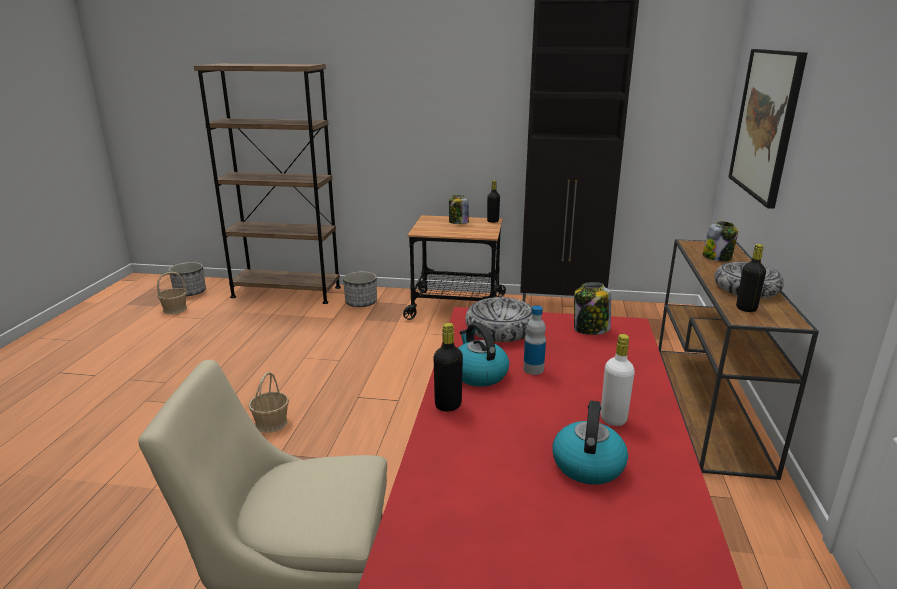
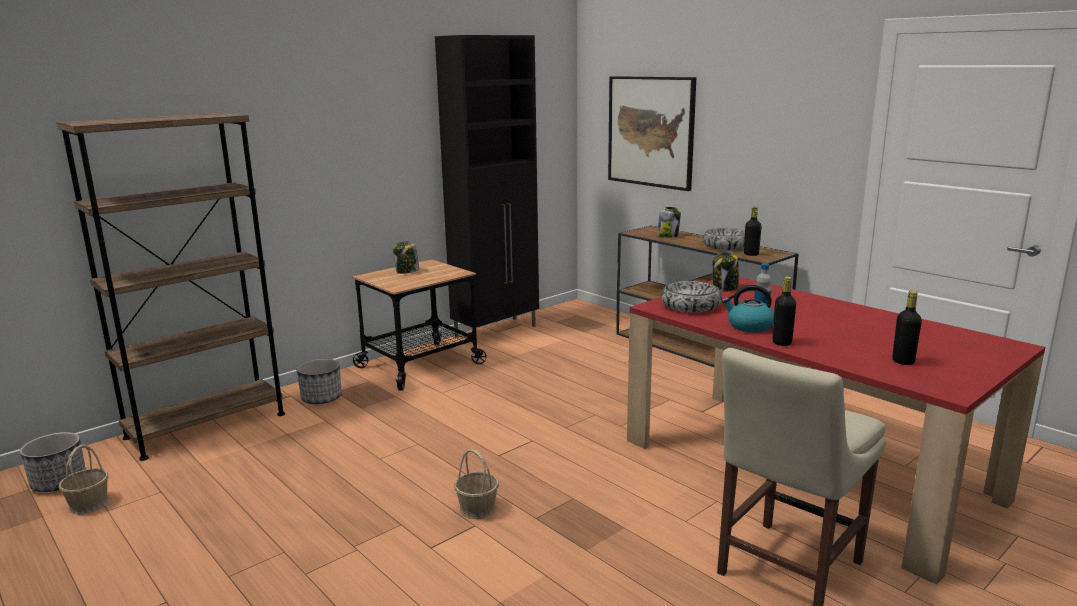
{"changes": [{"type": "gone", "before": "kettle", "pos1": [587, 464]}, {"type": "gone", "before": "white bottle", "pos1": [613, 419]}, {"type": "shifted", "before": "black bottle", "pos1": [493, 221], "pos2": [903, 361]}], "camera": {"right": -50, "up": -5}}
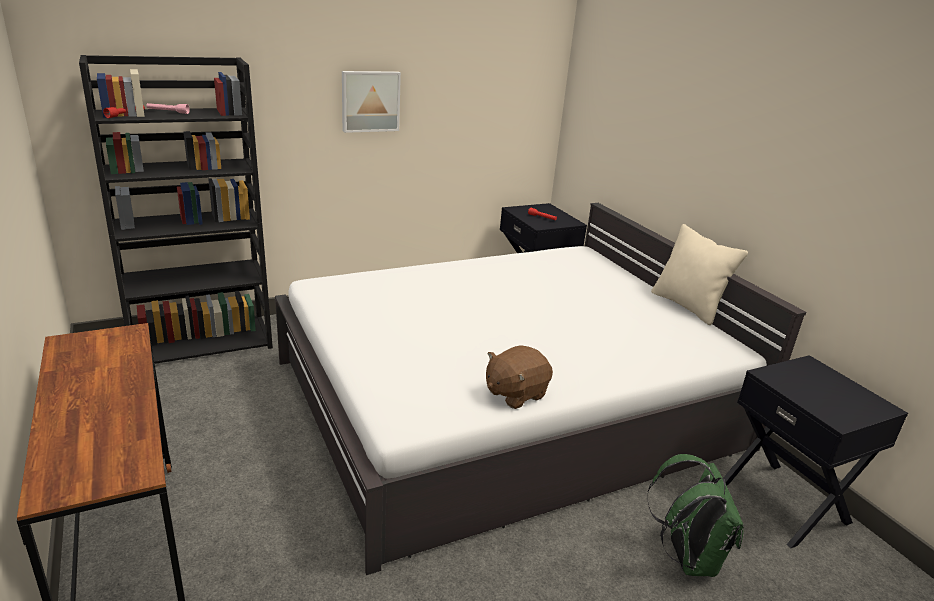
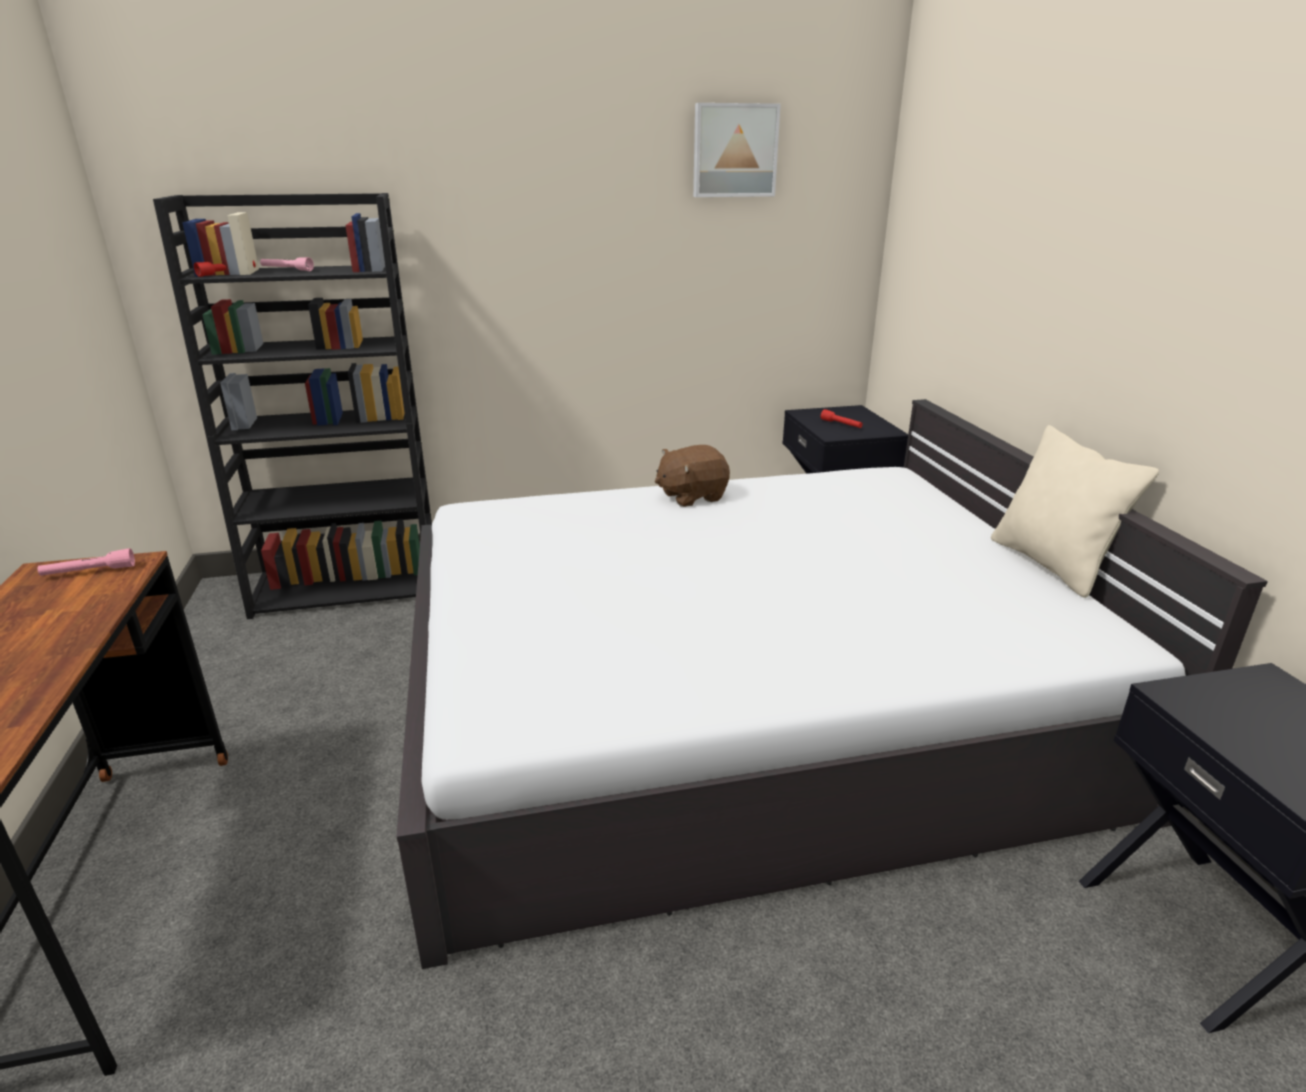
{"changes": [{"type": "gone", "before": "green backpack", "pos1": [686, 557]}, {"type": "new", "after": "pink flashlight", "pos2": [89, 572]}, {"type": "shifted", "before": "picture", "pos1": [370, 101], "pos2": [734, 151]}, {"type": "shifted", "before": "brown plush toy", "pos1": [515, 393], "pos2": [691, 496]}], "camera": {"right": 15, "up": 0}}
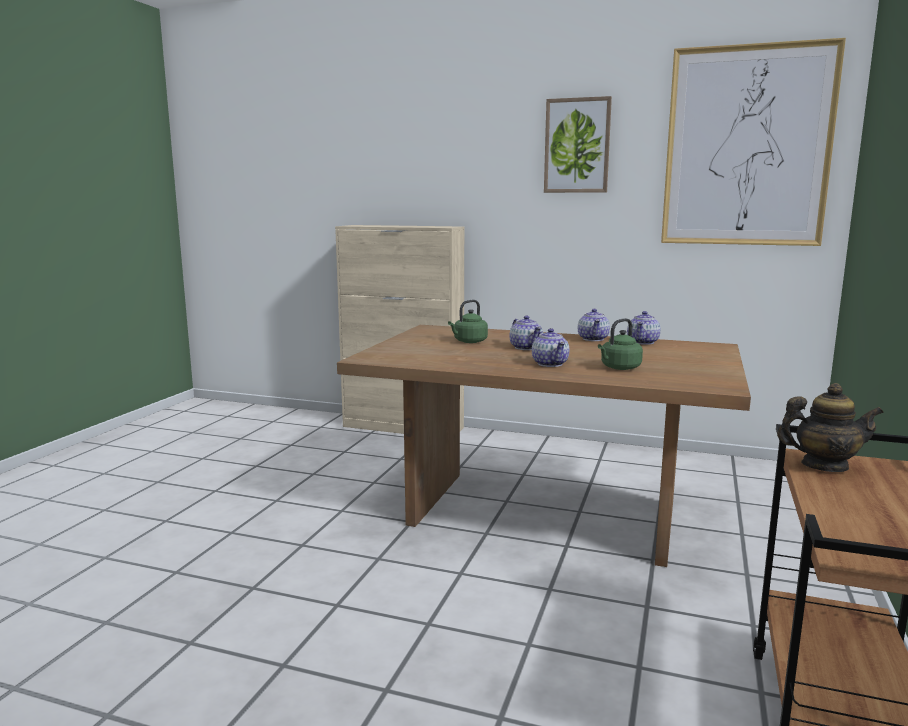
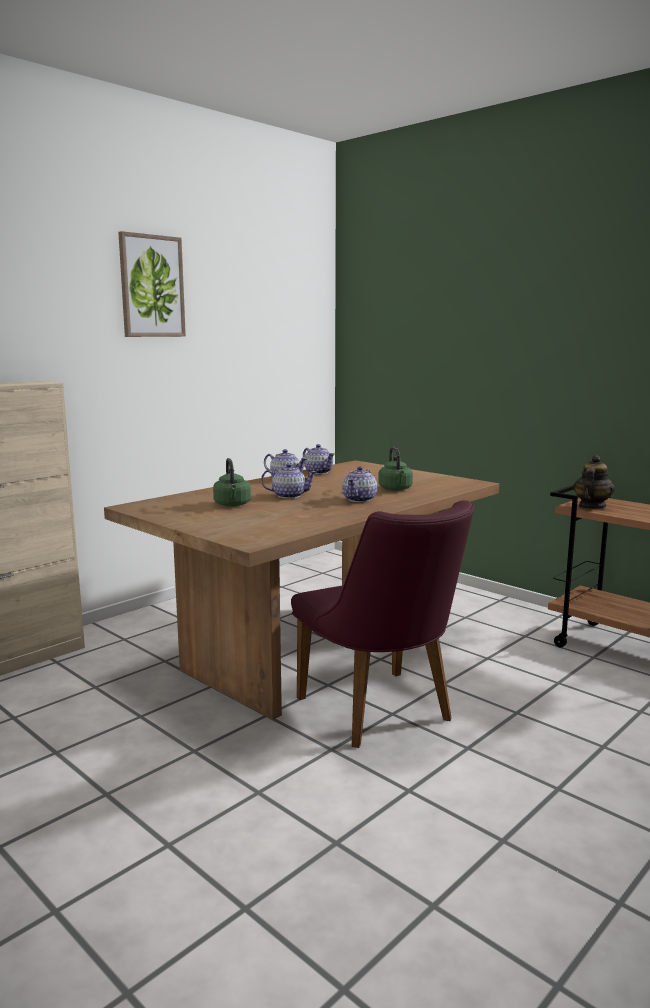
{"changes": [{"type": "gone", "before": "picture", "pos1": [747, 147]}, {"type": "new", "after": "purple chair", "pos2": [382, 714]}, {"type": "rotated", "before": "teapot", "pos1": [550, 364], "pos2": [360, 499], "turn": 105}], "camera": {"right": -65, "up": 0}}
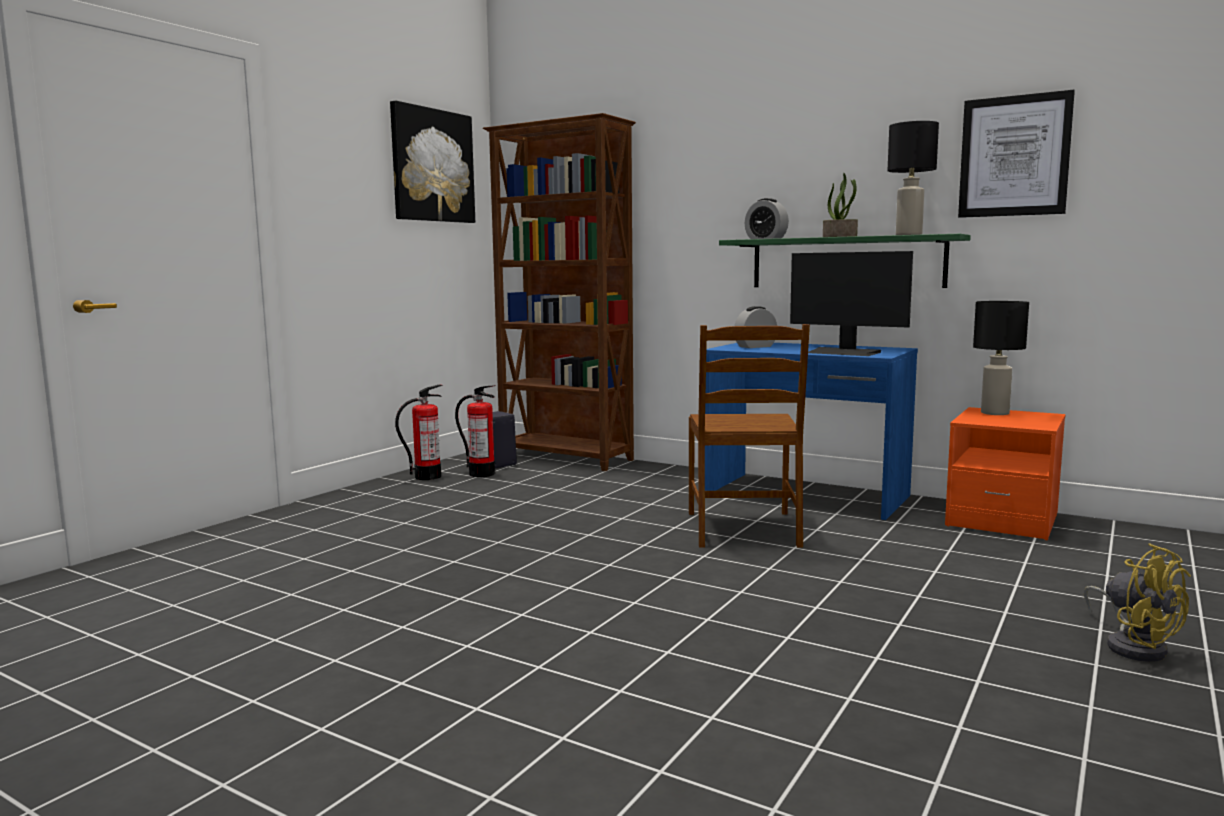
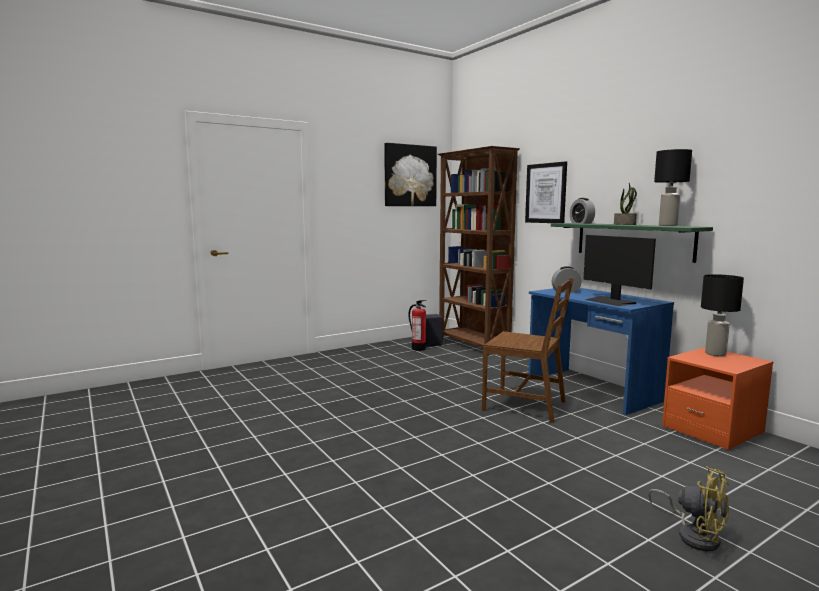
{"changes": [{"type": "gone", "before": "fire extinguisher", "pos1": [427, 477]}, {"type": "shifted", "before": "picture", "pos1": [1014, 156], "pos2": [546, 193]}, {"type": "rotated", "before": "brown chair", "pos1": [744, 529], "pos2": [525, 405], "turn": -90}, {"type": "rotated", "before": "yellow fan", "pos1": [1133, 645], "pos2": [694, 535], "turn": -45}], "camera": {"right": 25, "up": 0}}
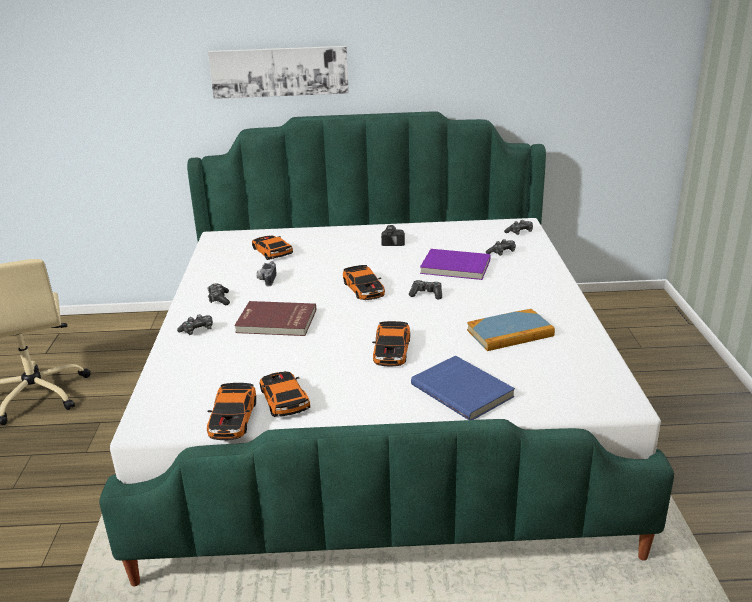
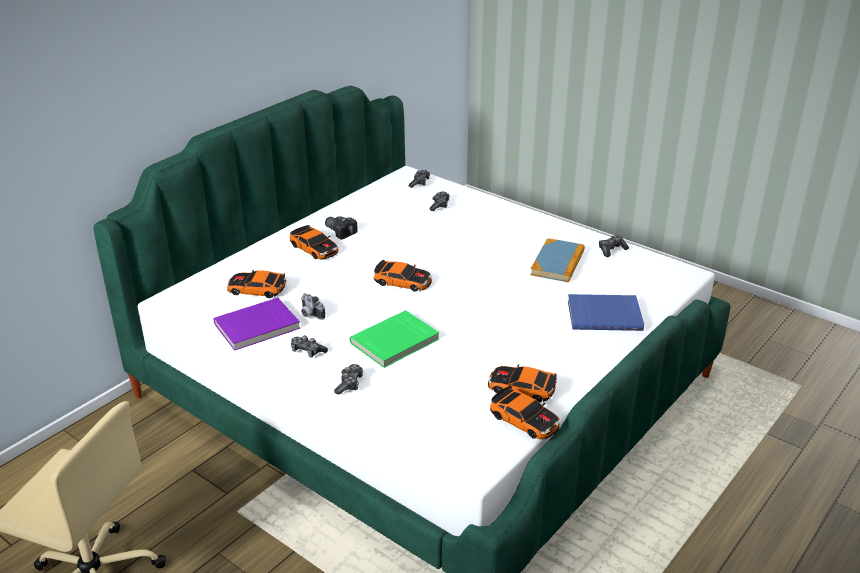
{"changes": [{"type": "gone", "before": "picture", "pos1": [279, 71]}, {"type": "shifted", "before": "toy car", "pos1": [392, 350], "pos2": [315, 248]}, {"type": "shifted", "before": "game controller", "pos1": [426, 294], "pos2": [611, 250]}, {"type": "shifted", "before": "purple book", "pos1": [455, 267], "pos2": [257, 327]}, {"type": "repainted", "before": "red book", "after": "green book", "pos1": [276, 322], "pos2": [395, 342]}], "camera": {"right": -50, "up": 5}}
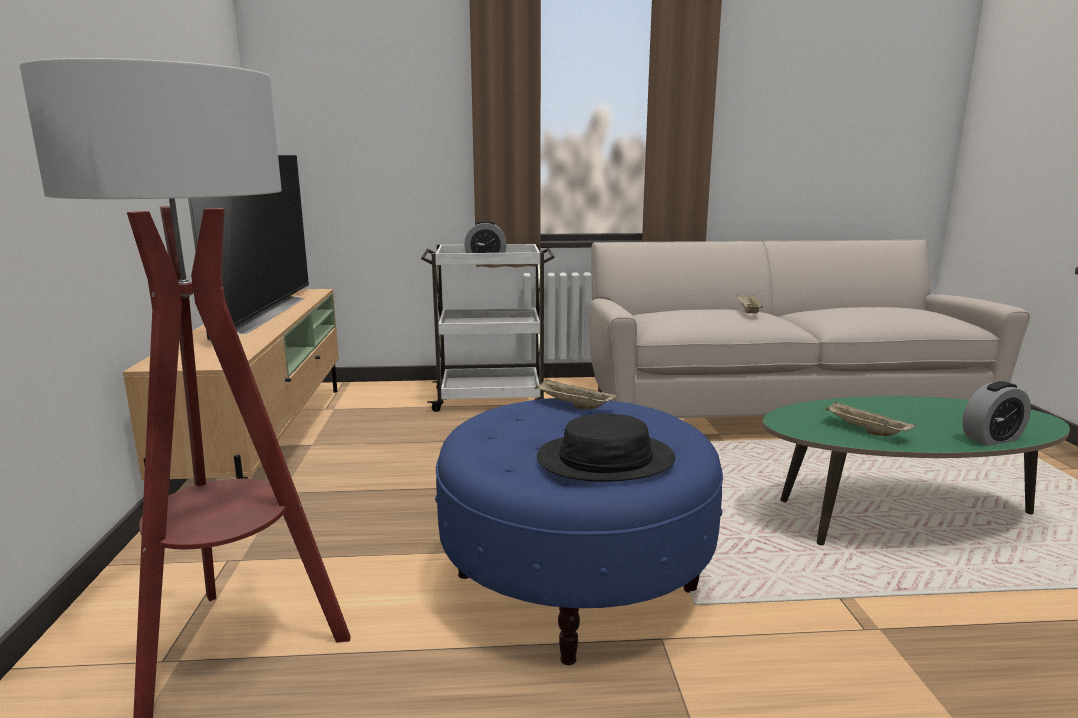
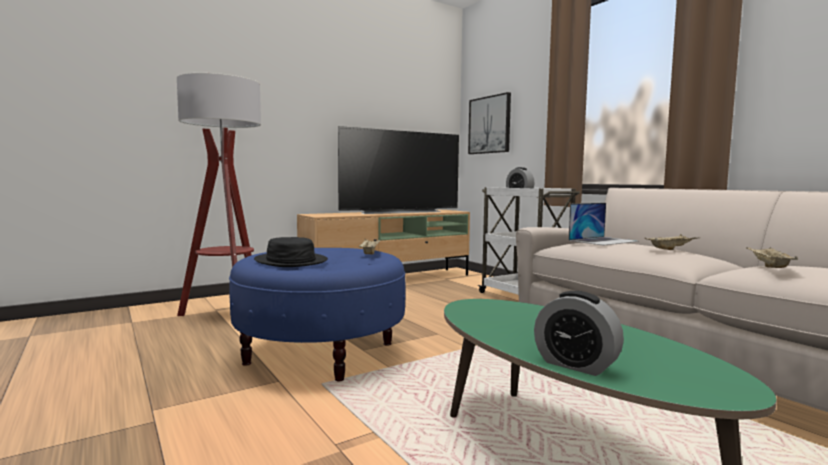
{"changes": [{"type": "new", "after": "picture", "pos2": [489, 125]}, {"type": "new", "after": "laptop", "pos2": [603, 241]}, {"type": "shifted", "before": "beige tray", "pos1": [864, 430], "pos2": [768, 266]}], "camera": {"right": 60, "up": -10}}
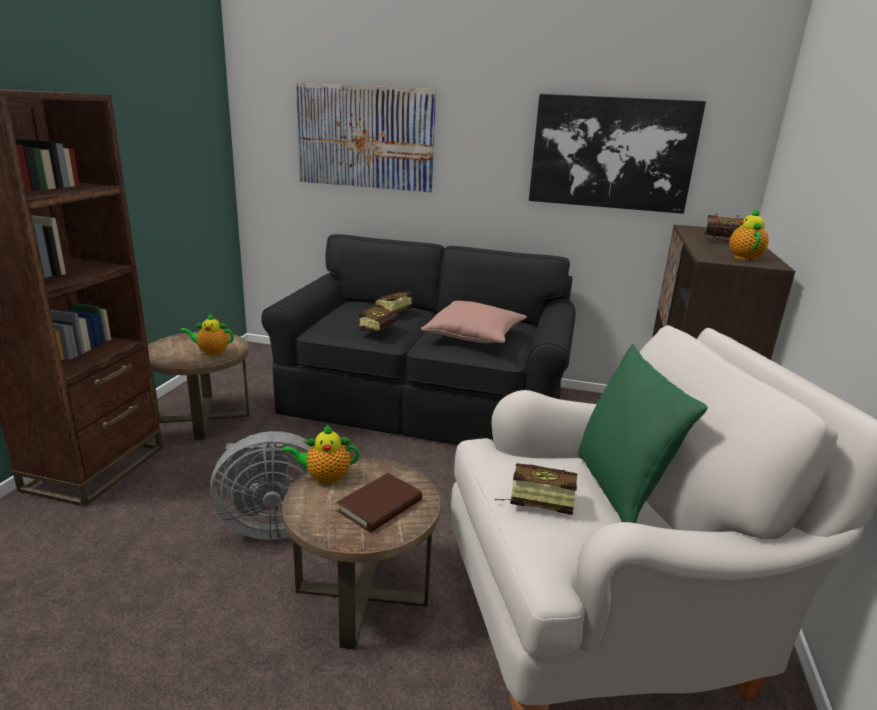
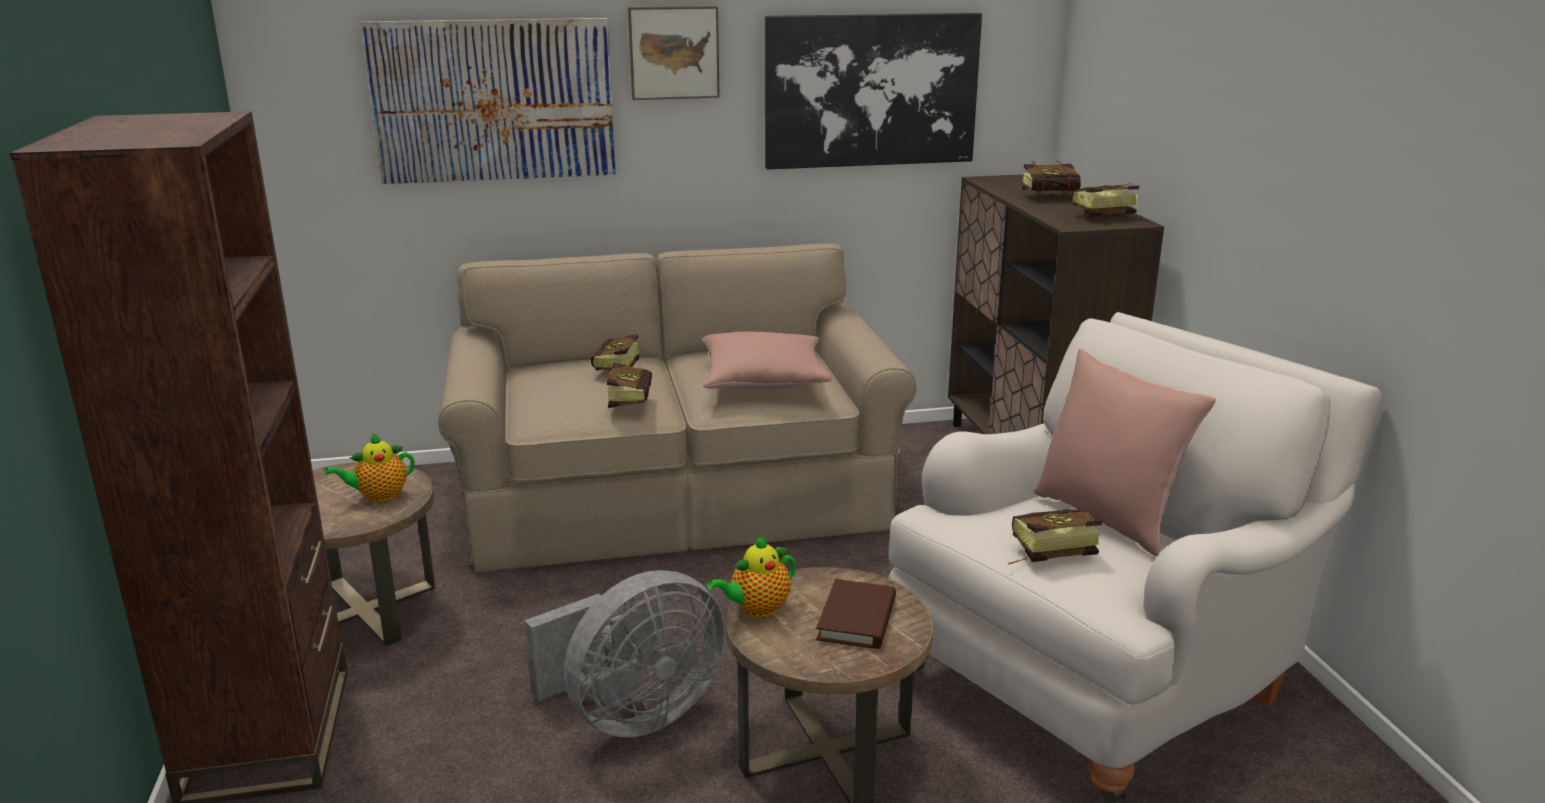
{"changes": [{"type": "new", "after": "picture", "pos2": [673, 52]}, {"type": "swapped", "before": "teapot", "after": "book", "pos1": [743, 257], "pos2": [1097, 216]}, {"type": "repainted", "before": "black sofa", "after": "beige sofa", "pos1": [425, 401], "pos2": [677, 495]}, {"type": "repainted", "before": "green pillow", "after": "pink pillow", "pos1": [620, 489], "pos2": [1108, 517]}], "camera": {"right": -25, "up": 0}}
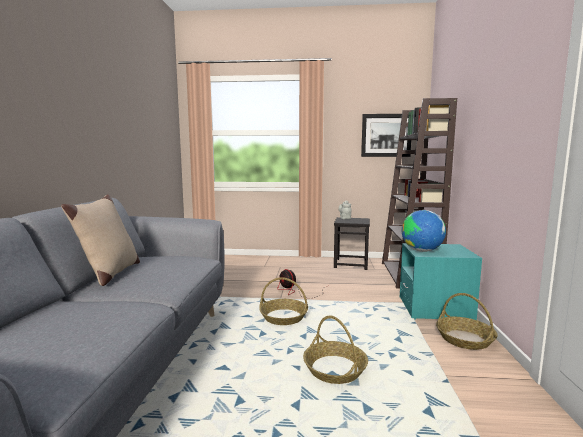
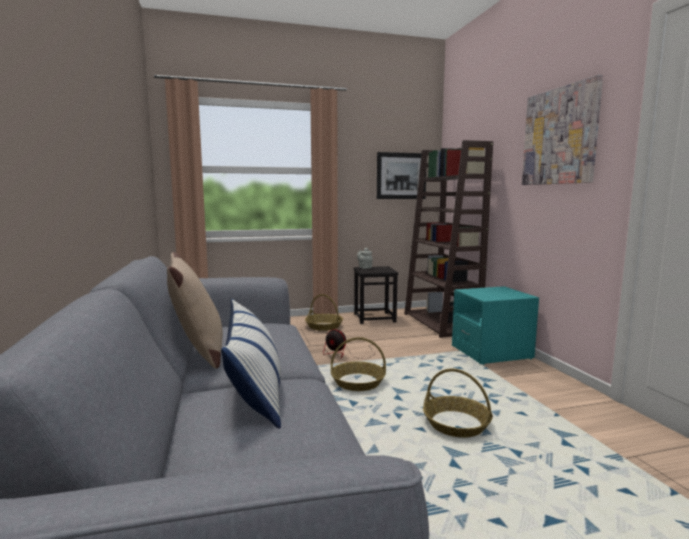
{"changes": [{"type": "gone", "before": "globe", "pos1": [422, 251]}, {"type": "new", "after": "pillow", "pos2": [254, 387]}, {"type": "new", "after": "picture", "pos2": [560, 136]}, {"type": "shifted", "before": "basket", "pos1": [465, 339], "pos2": [324, 326]}], "camera": {"right": -20, "up": 0}}
